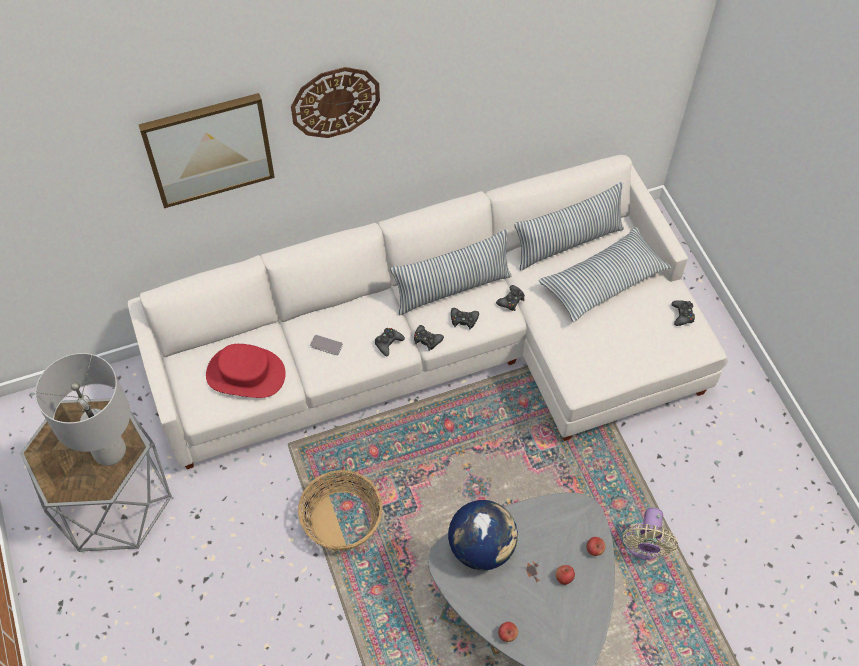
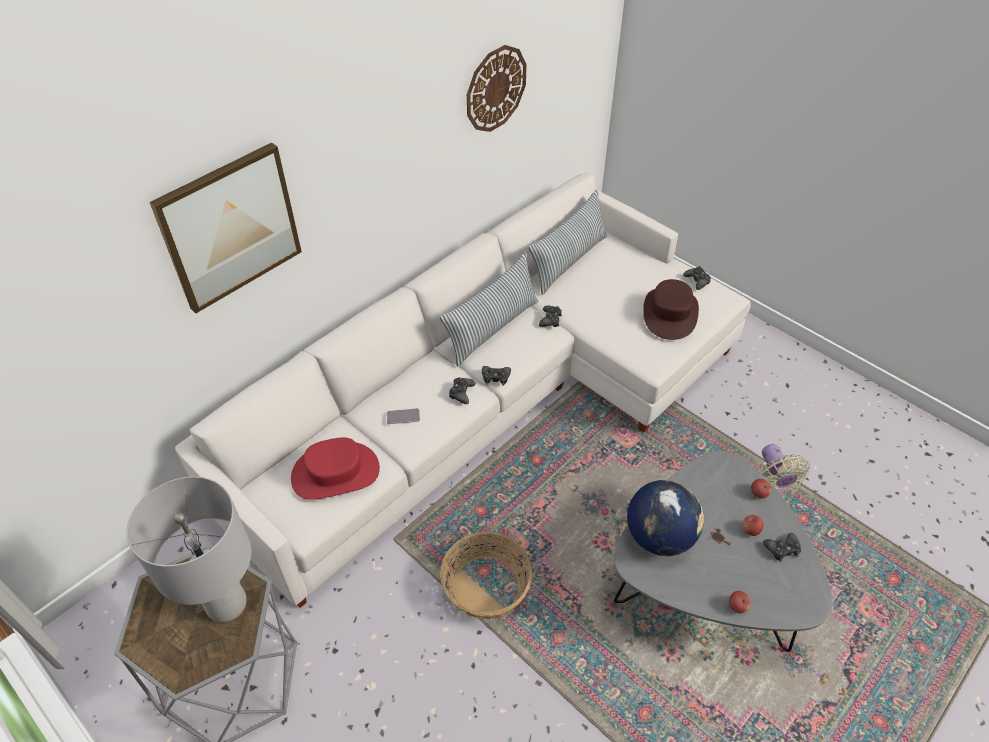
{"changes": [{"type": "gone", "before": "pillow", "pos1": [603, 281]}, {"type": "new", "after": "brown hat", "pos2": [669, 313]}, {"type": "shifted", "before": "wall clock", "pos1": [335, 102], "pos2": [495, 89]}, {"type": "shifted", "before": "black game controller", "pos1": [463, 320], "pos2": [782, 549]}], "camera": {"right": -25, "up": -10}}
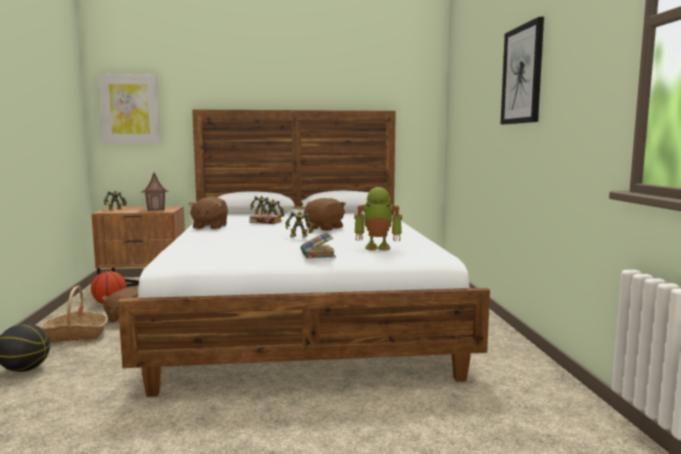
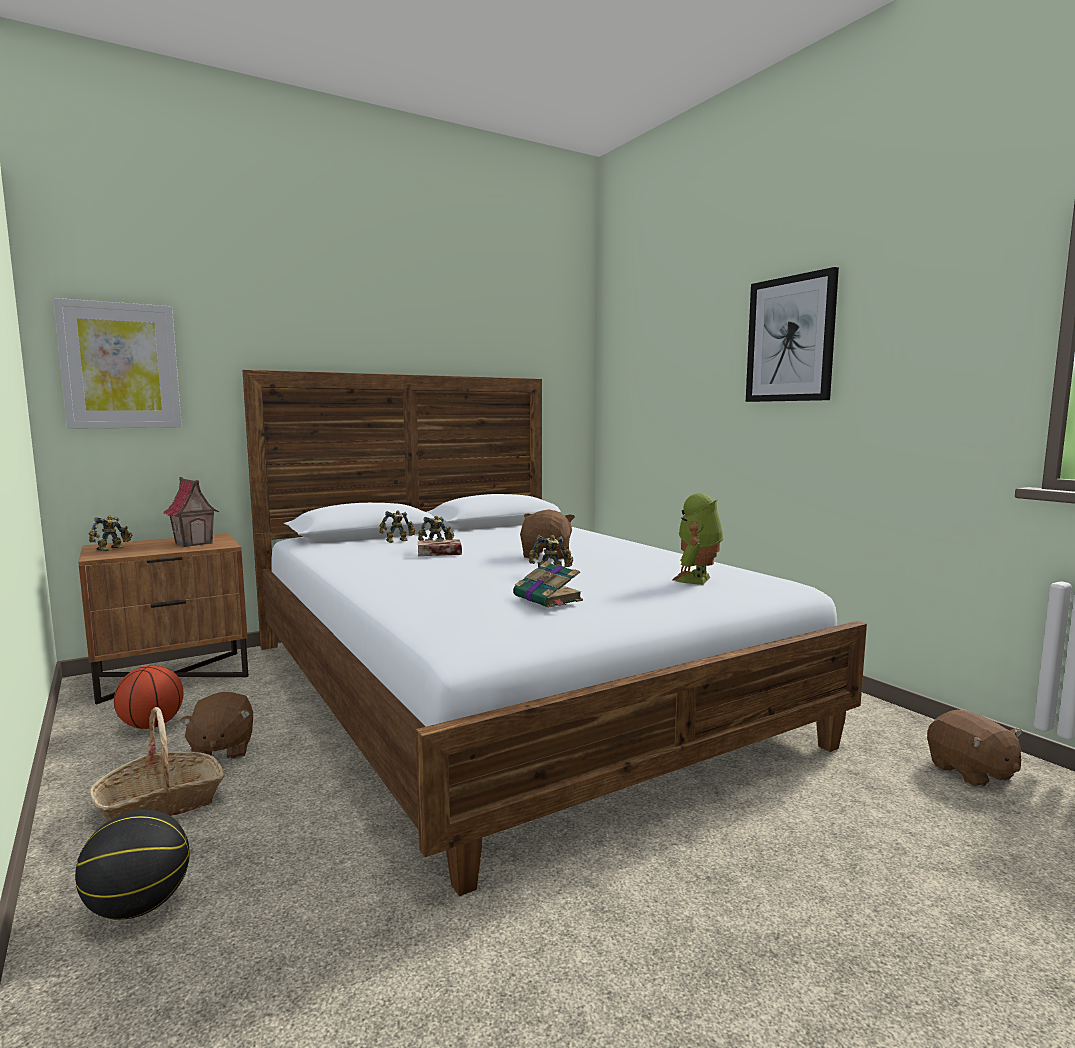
{"changes": [{"type": "shifted", "before": "brown plush toy", "pos1": [209, 227], "pos2": [970, 772]}, {"type": "shifted", "before": "book", "pos1": [318, 254], "pos2": [548, 598]}, {"type": "rotated", "before": "toy robot", "pos1": [378, 247], "pos2": [697, 580], "turn": 135}], "camera": {"right": -25, "up": 0}}
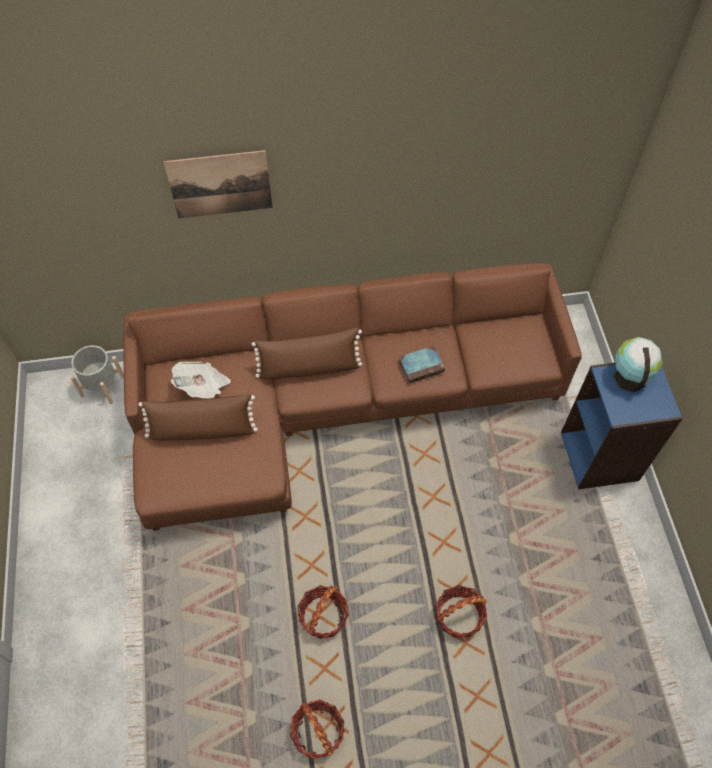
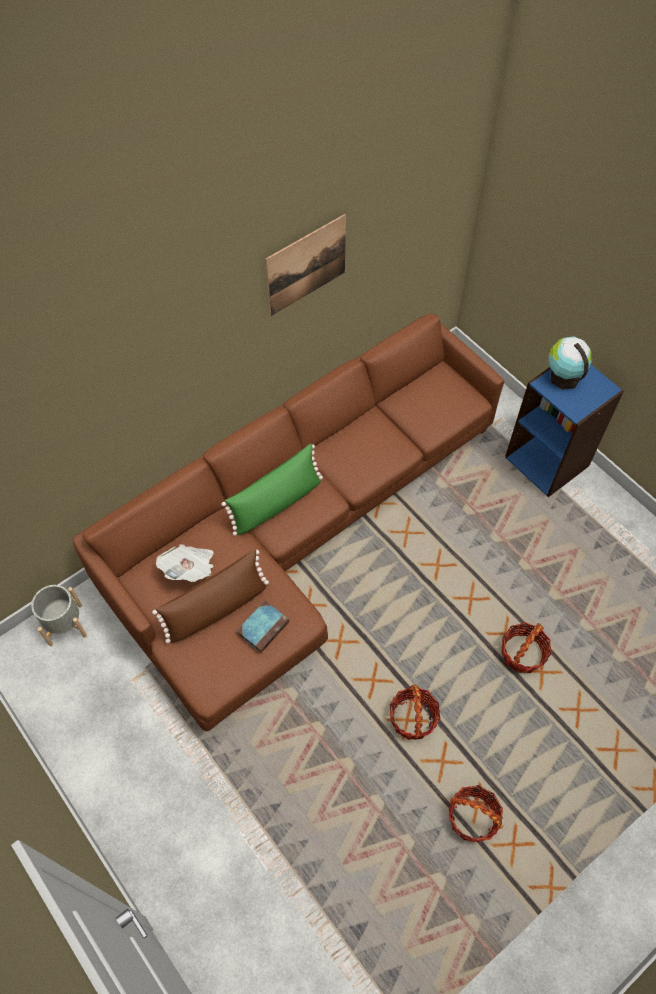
{"changes": [{"type": "shifted", "before": "picture", "pos1": [220, 184], "pos2": [306, 265]}, {"type": "shifted", "before": "book", "pos1": [421, 366], "pos2": [263, 627]}, {"type": "repainted", "before": "brown pillow", "after": "green pillow", "pos1": [309, 367], "pos2": [276, 503]}], "camera": {"right": -30, "up": 0}}
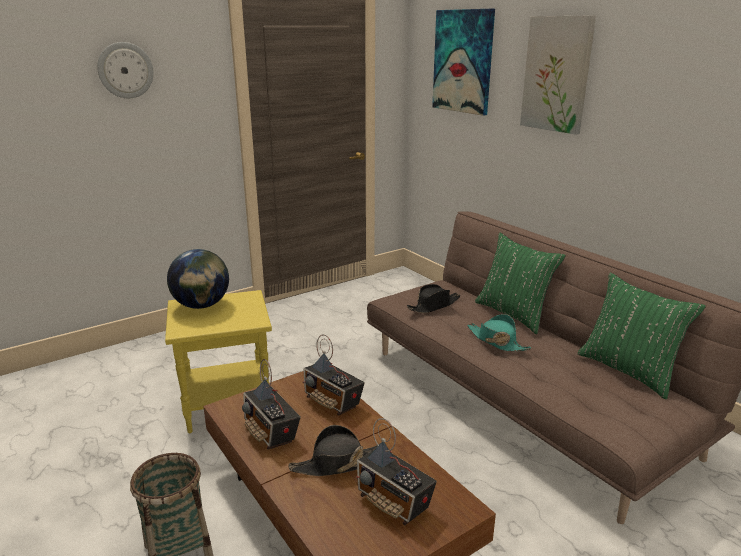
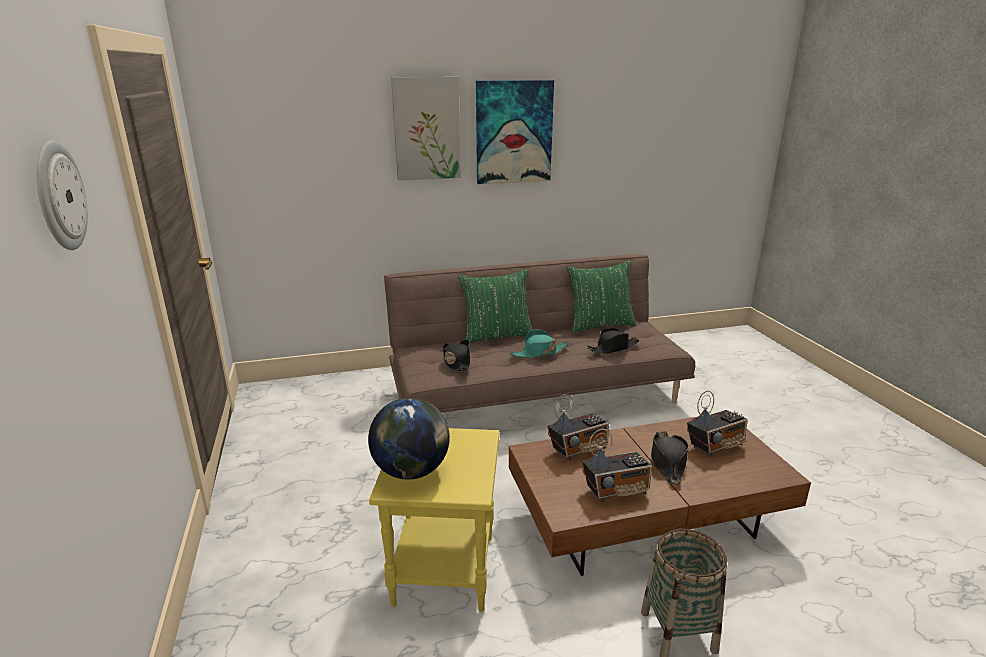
{"changes": [{"type": "new", "after": "black hat", "pos2": [613, 348]}, {"type": "shifted", "before": "picture", "pos1": [463, 61], "pos2": [513, 132]}], "camera": {"right": -70, "up": 0}}
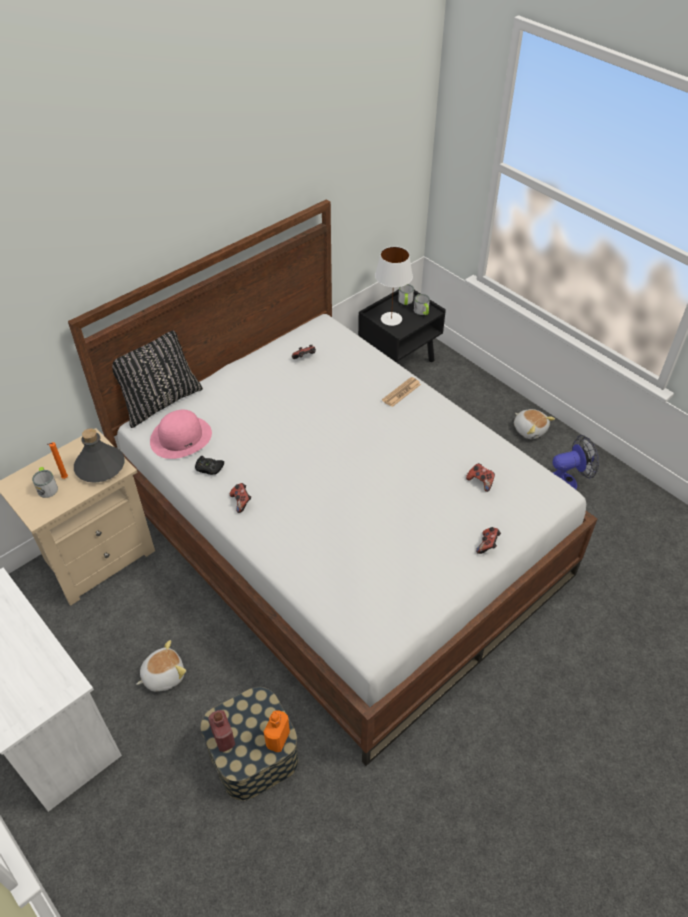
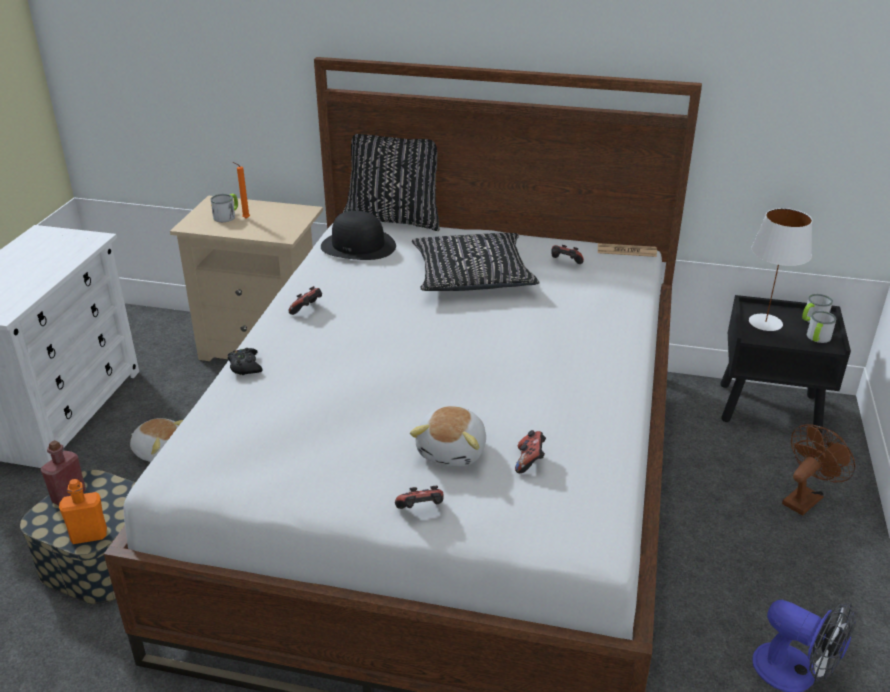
{"changes": [{"type": "gone", "before": "grey bottle", "pos1": [100, 467]}, {"type": "new", "after": "black pillow", "pos2": [472, 275]}, {"type": "new", "after": "brown fan", "pos2": [805, 498]}, {"type": "shifted", "before": "black game controller", "pos1": [209, 468], "pos2": [245, 366]}, {"type": "shifted", "before": "newspaper", "pos1": [401, 392], "pos2": [626, 251]}, {"type": "shifted", "before": "plush toy", "pos1": [529, 429], "pos2": [453, 451]}, {"type": "repainted", "before": "pink hat", "after": "black hat", "pos1": [181, 437], "pos2": [358, 246]}], "camera": {"right": 55, "up": -15}}
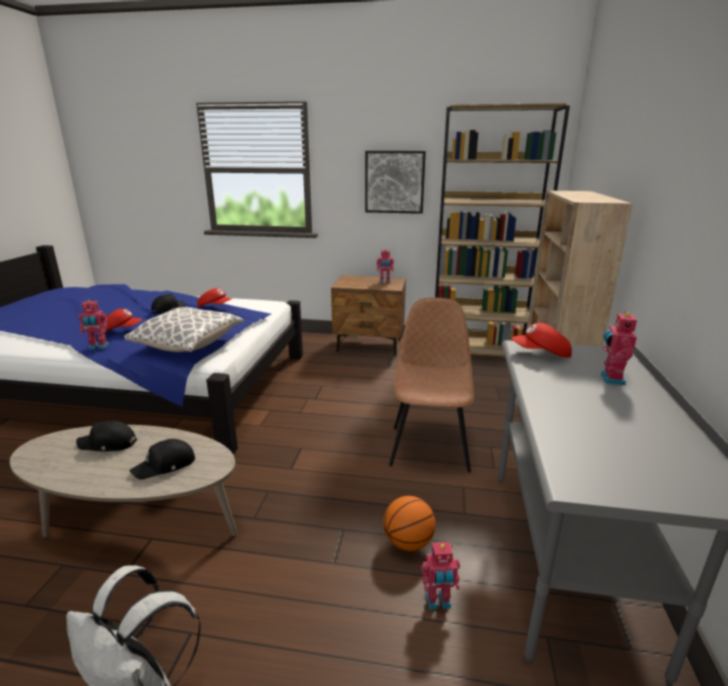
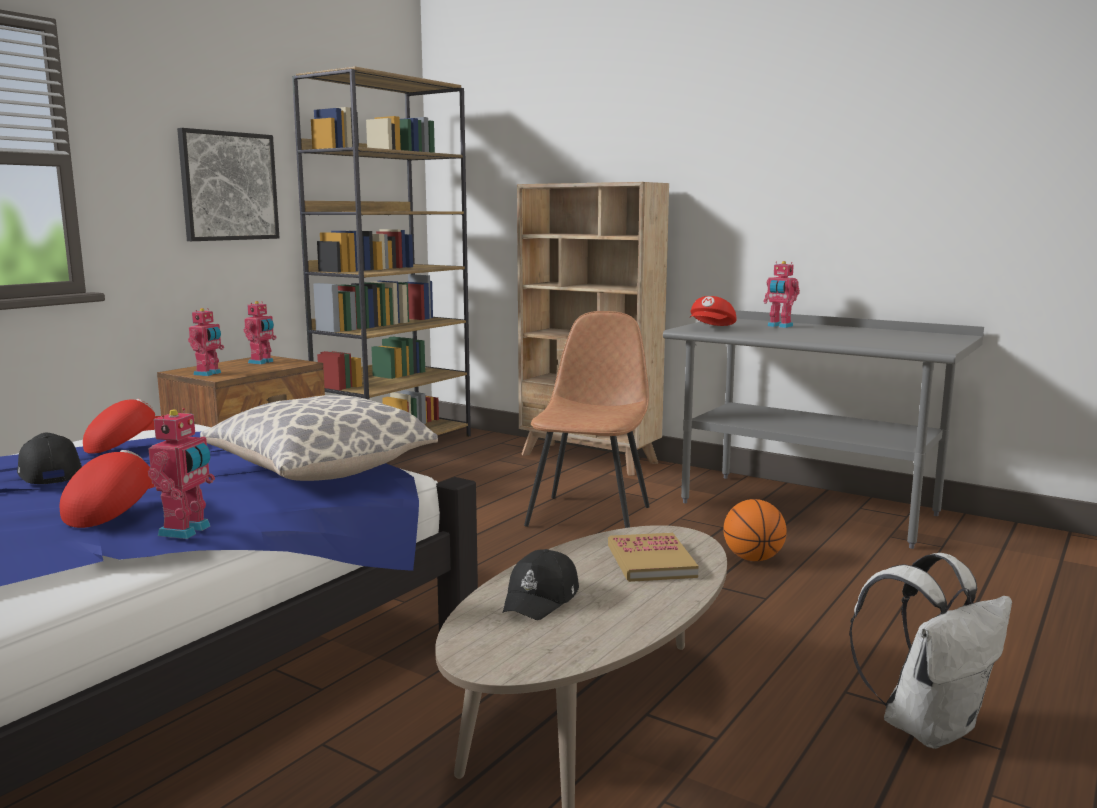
{"changes": [{"type": "shifted", "before": "toy robot", "pos1": [438, 602], "pos2": [209, 374]}, {"type": "swapped", "before": "black cap", "after": "book", "pos1": [165, 465], "pos2": [651, 561]}, {"type": "rotated", "before": "brown chair", "pos1": [429, 447], "pos2": [590, 515], "turn": 75}], "camera": {"right": -65, "up": -10}}
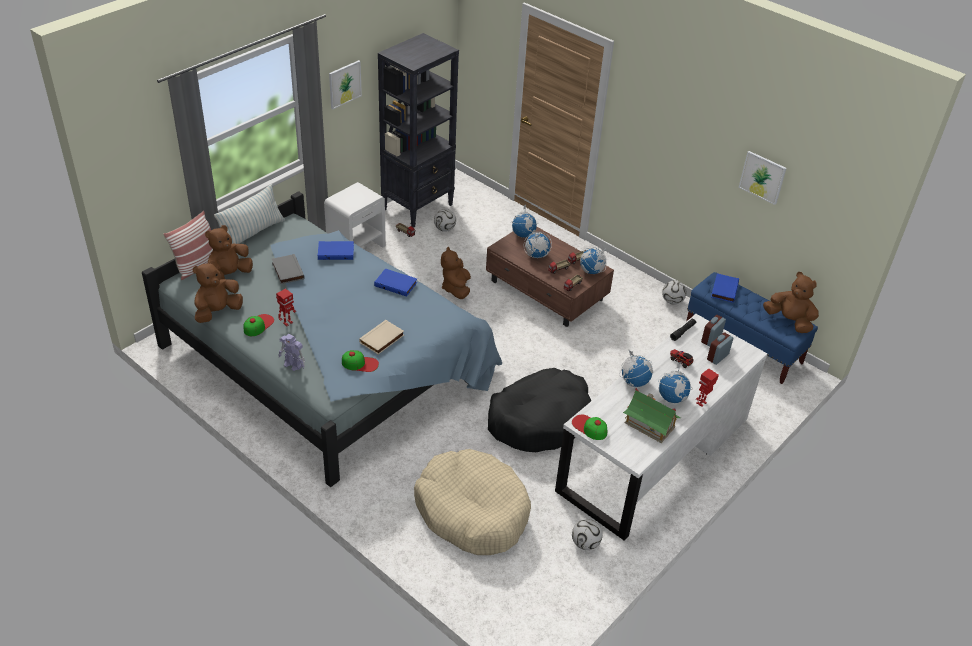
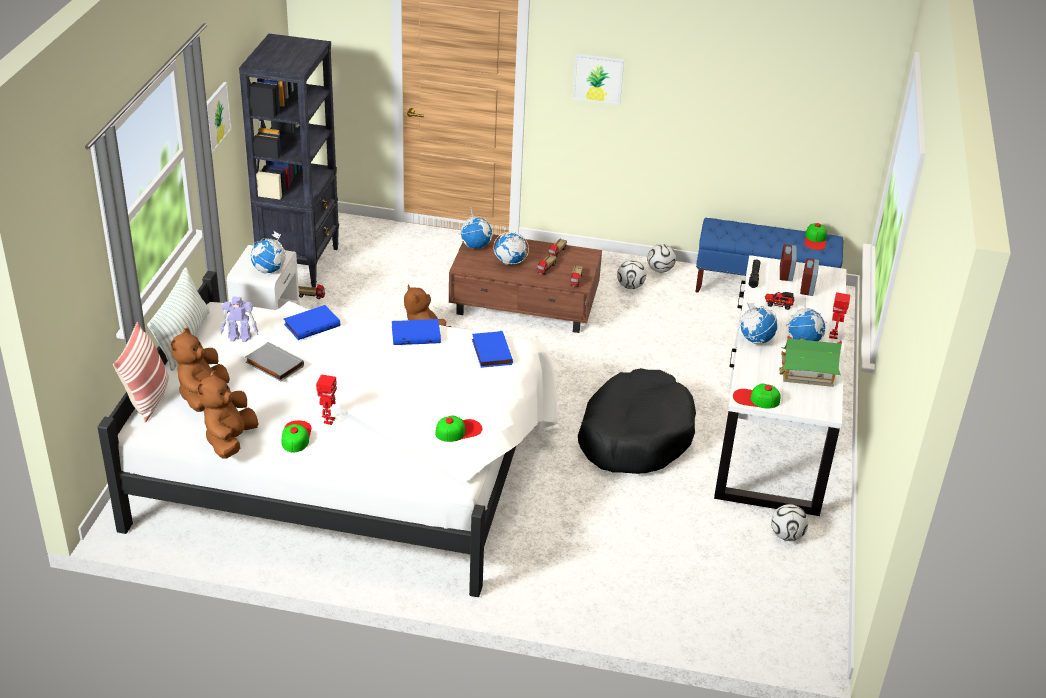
{"changes": [{"type": "gone", "before": "beige book", "pos1": [382, 339]}, {"type": "gone", "before": "beige dog bed", "pos1": [472, 511]}, {"type": "shifted", "before": "toy robot", "pos1": [293, 365], "pos2": [240, 337]}, {"type": "shifted", "before": "football", "pos1": [445, 229], "pos2": [630, 286]}, {"type": "shifted", "before": "globe", "pos1": [592, 271], "pos2": [269, 270]}, {"type": "shifted", "before": "blue book", "pos1": [723, 289], "pos2": [490, 352]}, {"type": "shifted", "before": "picture", "pos1": [762, 177], "pos2": [598, 78]}, {"type": "swapped", "before": "brown plush toy", "after": "cap", "pos1": [789, 321], "pos2": [815, 240]}, {"type": "repainted", "before": "blue bed", "after": "white bed", "pos1": [328, 361], "pos2": [350, 467]}], "camera": {"right": -30, "up": -5}}
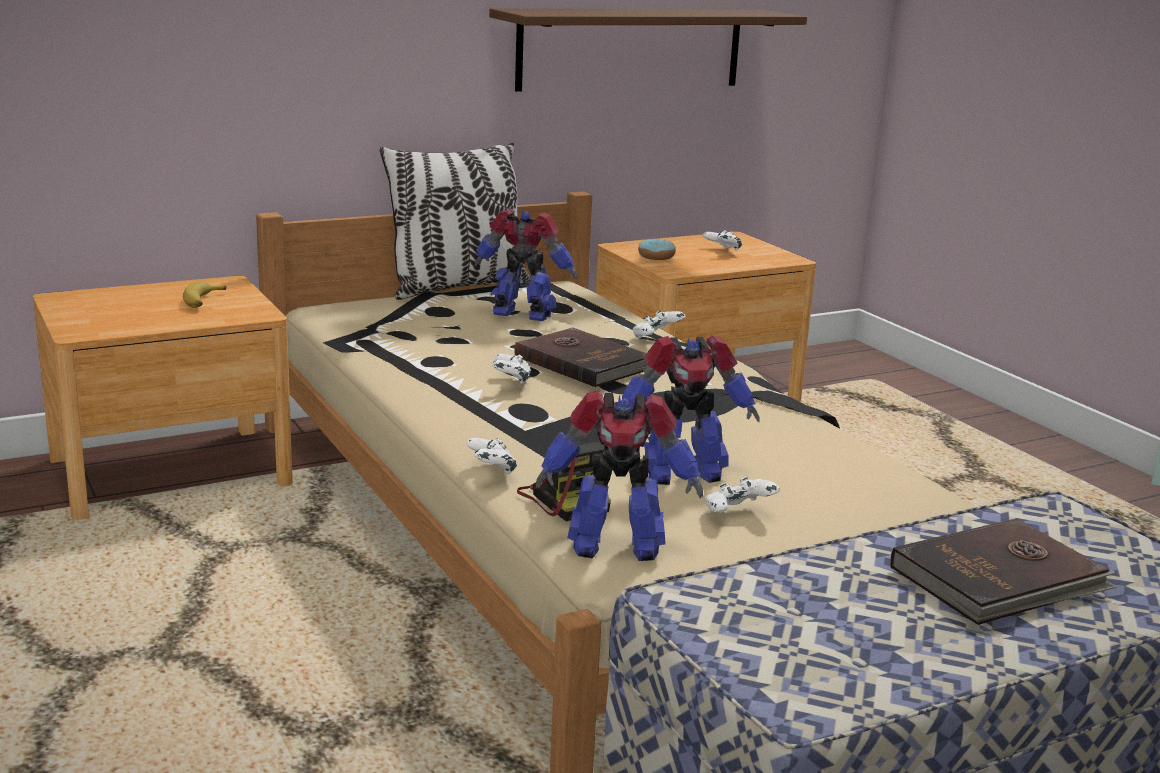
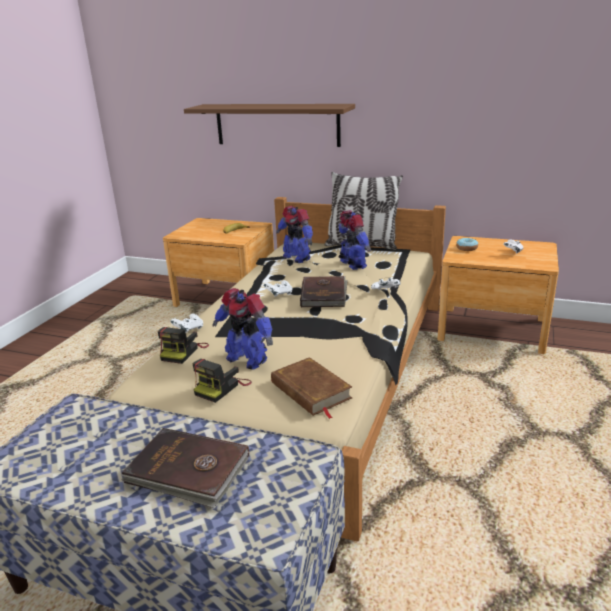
{"changes": [{"type": "new", "after": "brown book", "pos2": [310, 391]}, {"type": "shifted", "before": "brown shelf", "pos1": [631, 48], "pos2": [276, 124]}, {"type": "shifted", "before": "toy robot", "pos1": [614, 546], "pos2": [297, 258]}, {"type": "swapped", "before": "white game controller", "after": "photo camera", "pos1": [737, 515], "pos2": [222, 387]}], "camera": {"right": 50, "up": 5}}
